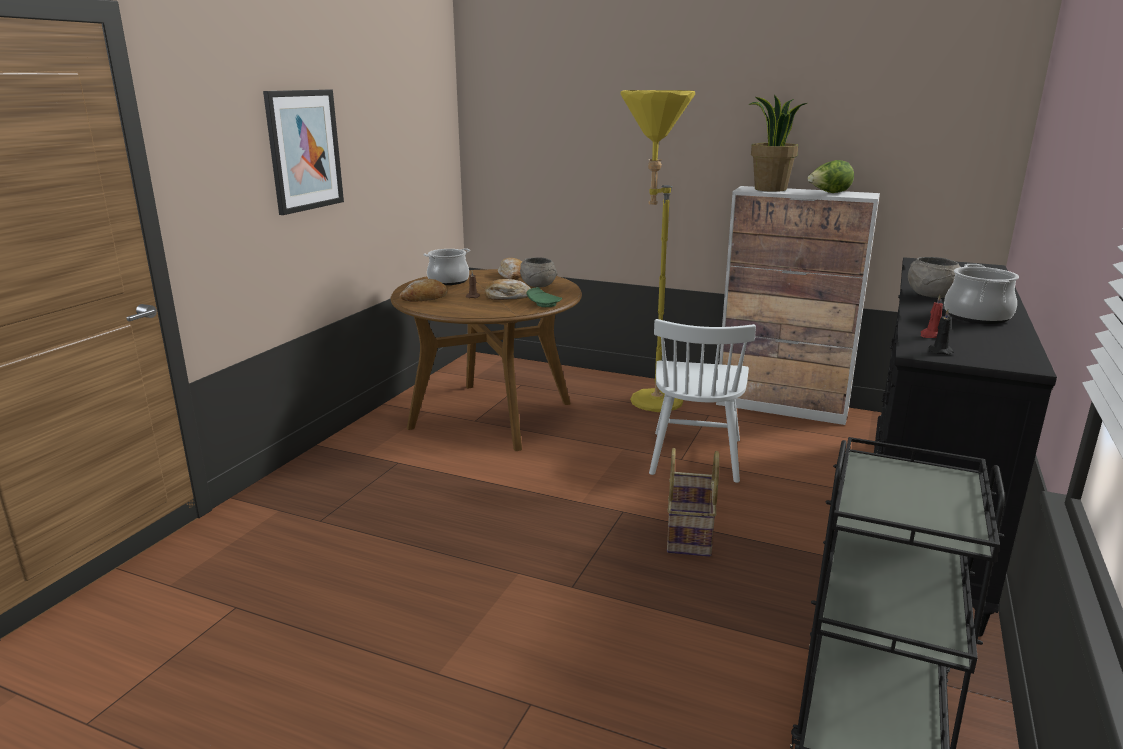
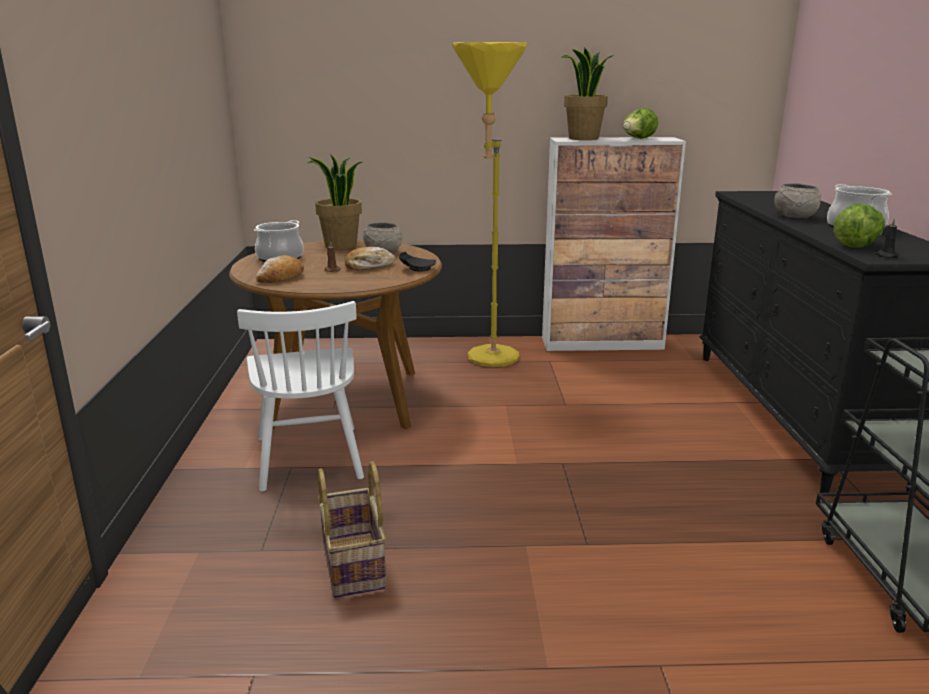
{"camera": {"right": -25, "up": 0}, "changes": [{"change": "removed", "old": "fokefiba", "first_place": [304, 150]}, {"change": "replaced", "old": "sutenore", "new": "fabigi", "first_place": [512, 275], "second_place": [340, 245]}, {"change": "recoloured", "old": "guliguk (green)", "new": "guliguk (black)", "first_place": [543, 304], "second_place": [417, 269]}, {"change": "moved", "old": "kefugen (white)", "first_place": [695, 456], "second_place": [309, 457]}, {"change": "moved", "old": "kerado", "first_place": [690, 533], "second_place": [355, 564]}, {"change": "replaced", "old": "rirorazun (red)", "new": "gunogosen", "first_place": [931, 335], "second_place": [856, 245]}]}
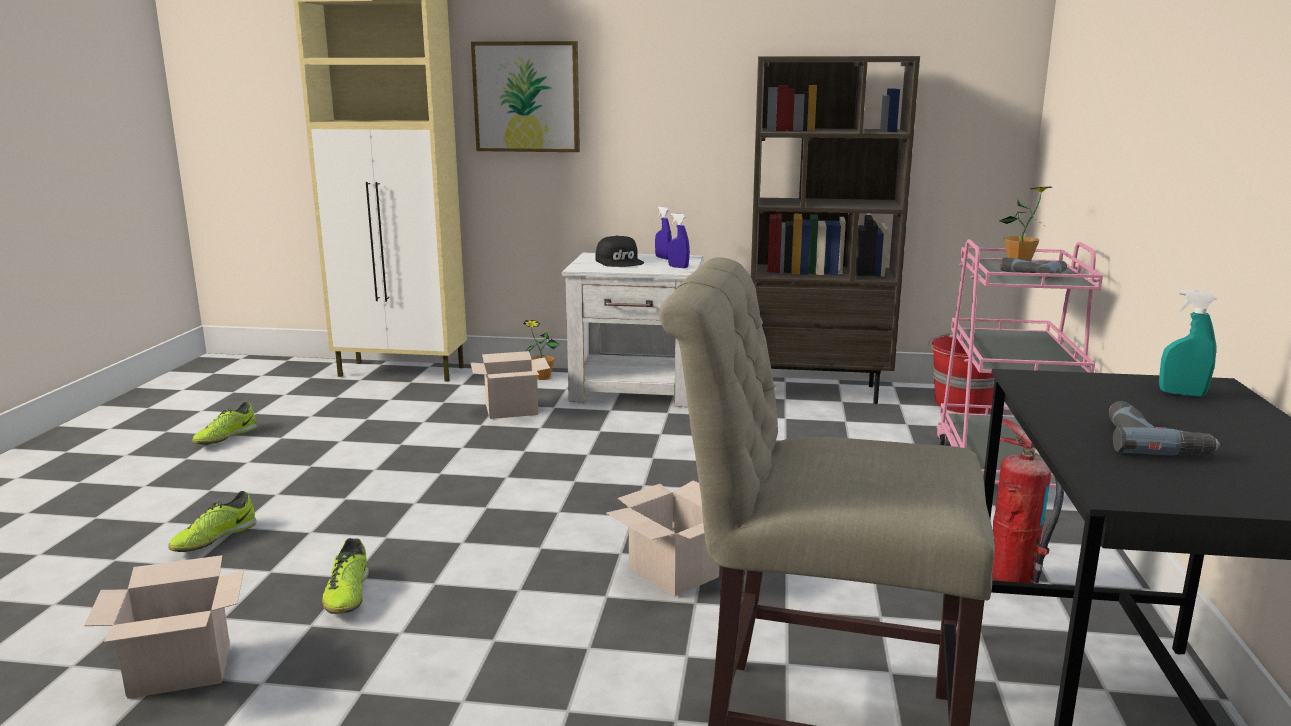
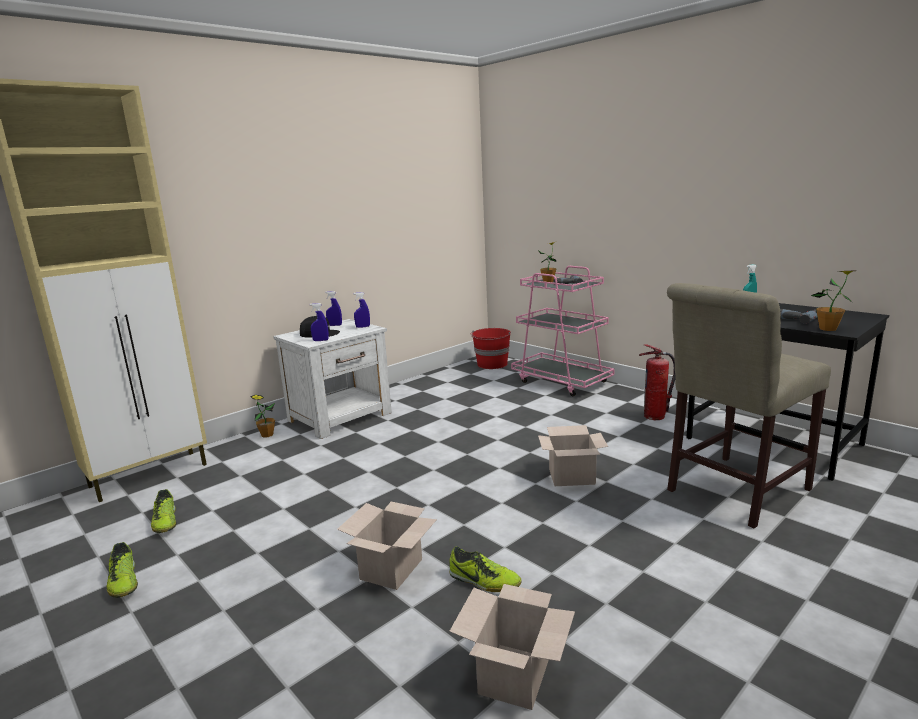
{"camera": {"right": -50, "up": 0}, "changes": [{"change": "moved", "old": "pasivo", "first_place": [214, 539], "second_place": [165, 522]}, {"change": "moved", "old": "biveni", "first_place": [510, 410], "second_place": [391, 570]}, {"change": "removed", "old": "fokefiba", "first_place": [526, 97]}, {"change": "removed", "old": "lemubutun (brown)", "first_place": [818, 391]}, {"change": "added", "new": "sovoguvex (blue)", "second_place": [320, 340]}, {"change": "added", "new": "fabigi", "second_place": [828, 329]}]}
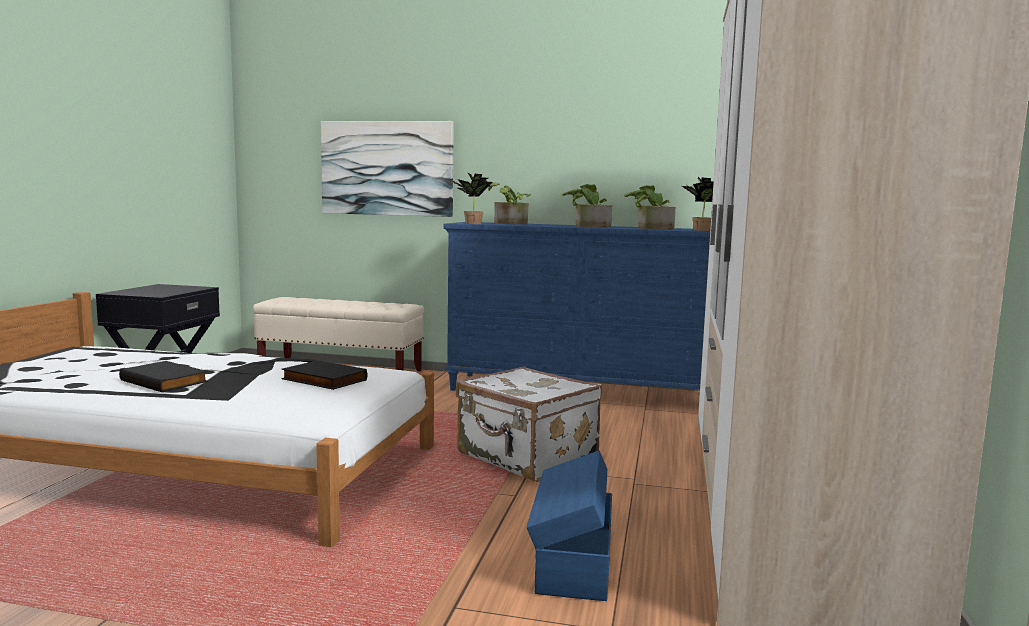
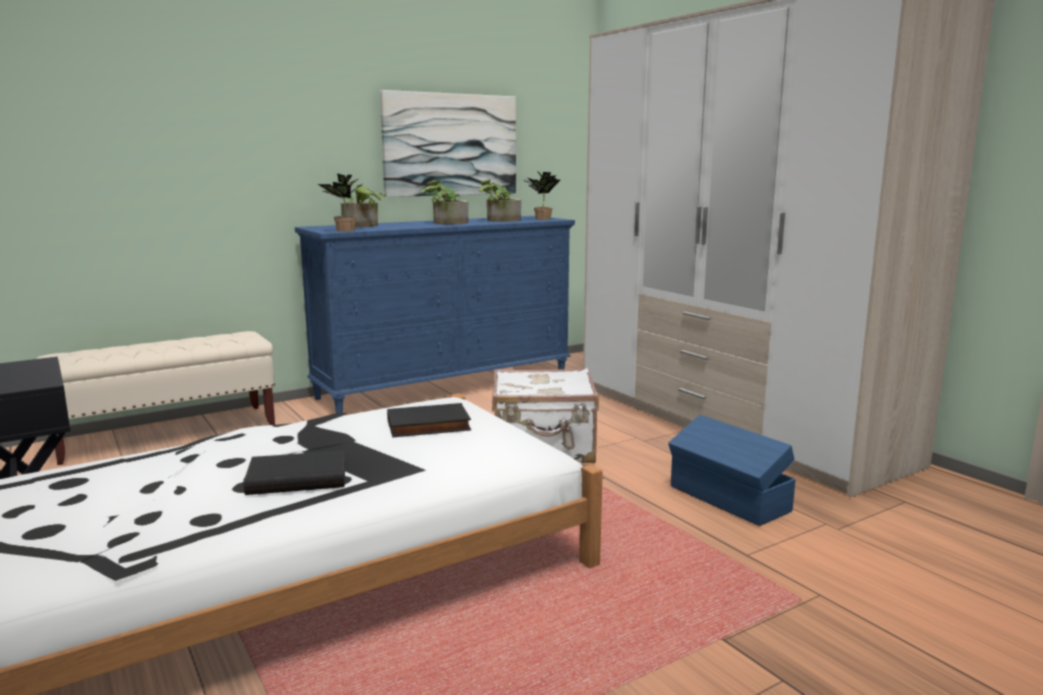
{"camera": {"right": -45, "up": 5}, "changes": [{"change": "moved", "old": "fokefiba", "first_place": [387, 168], "second_place": [450, 145]}]}
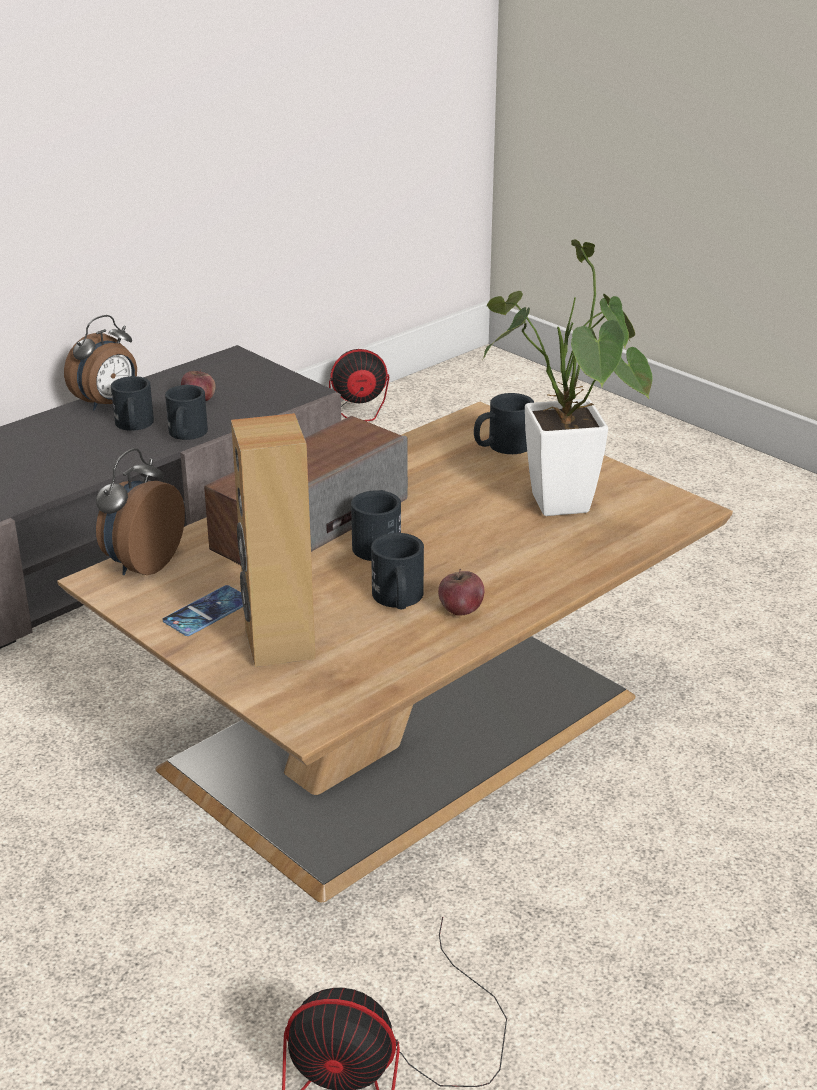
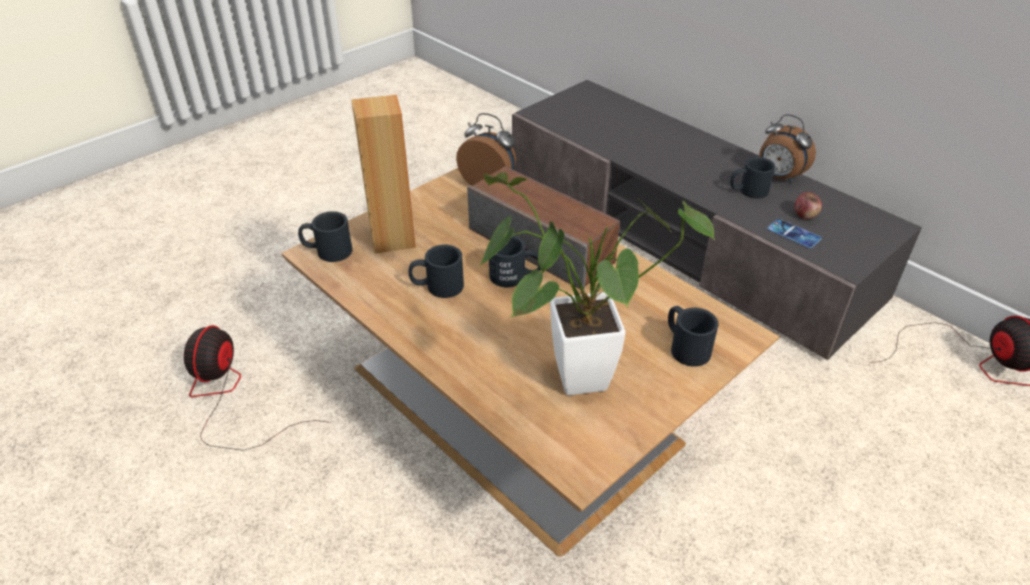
{"camera": {"right": 90, "up": 10}, "changes": [{"change": "moved", "old": "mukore", "first_place": [207, 611], "second_place": [793, 234]}, {"change": "moved", "old": "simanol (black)", "first_place": [186, 435], "second_place": [327, 251]}, {"change": "removed", "old": "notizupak", "first_place": [460, 610]}]}
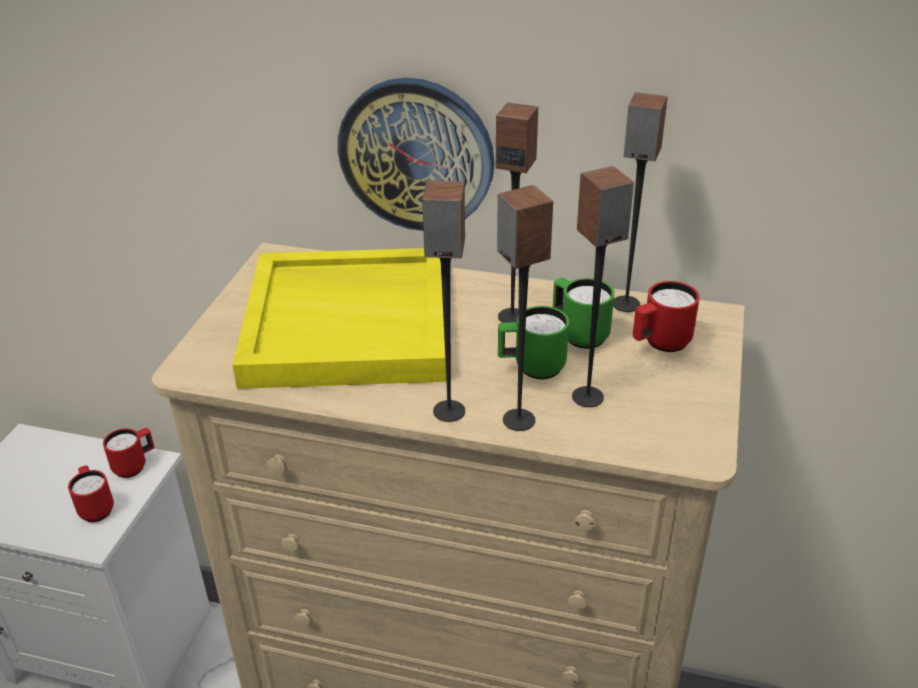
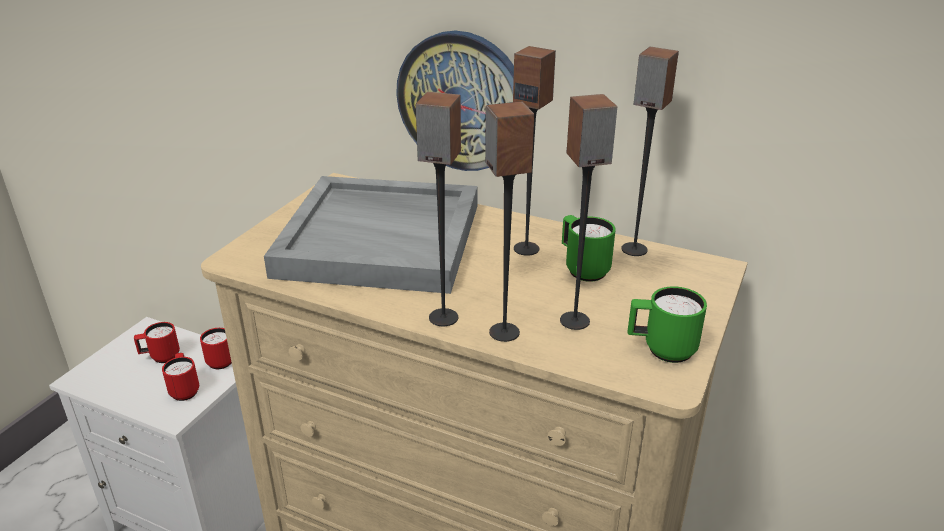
{"camera": {"right": 10, "up": -5}, "changes": [{"change": "recoloured", "old": "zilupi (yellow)", "new": "zilupi (grey)", "first_place": [350, 322], "second_place": [382, 238]}, {"change": "moved", "old": "simanol (green)", "first_place": [531, 368], "second_place": [661, 350]}, {"change": "moved", "old": "simanol (red)", "first_place": [660, 344], "second_place": [160, 357]}]}
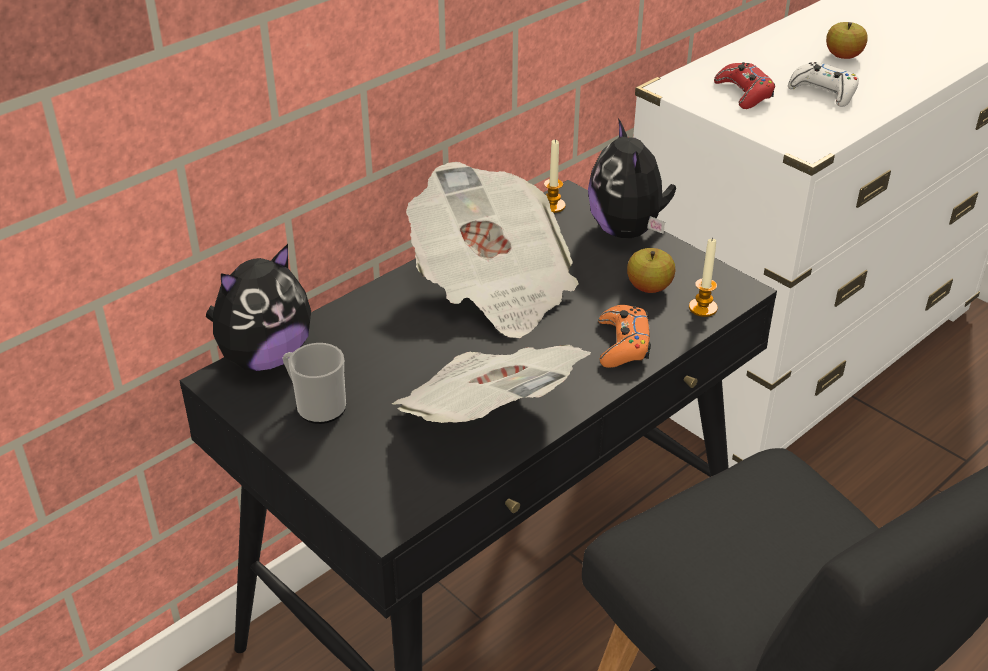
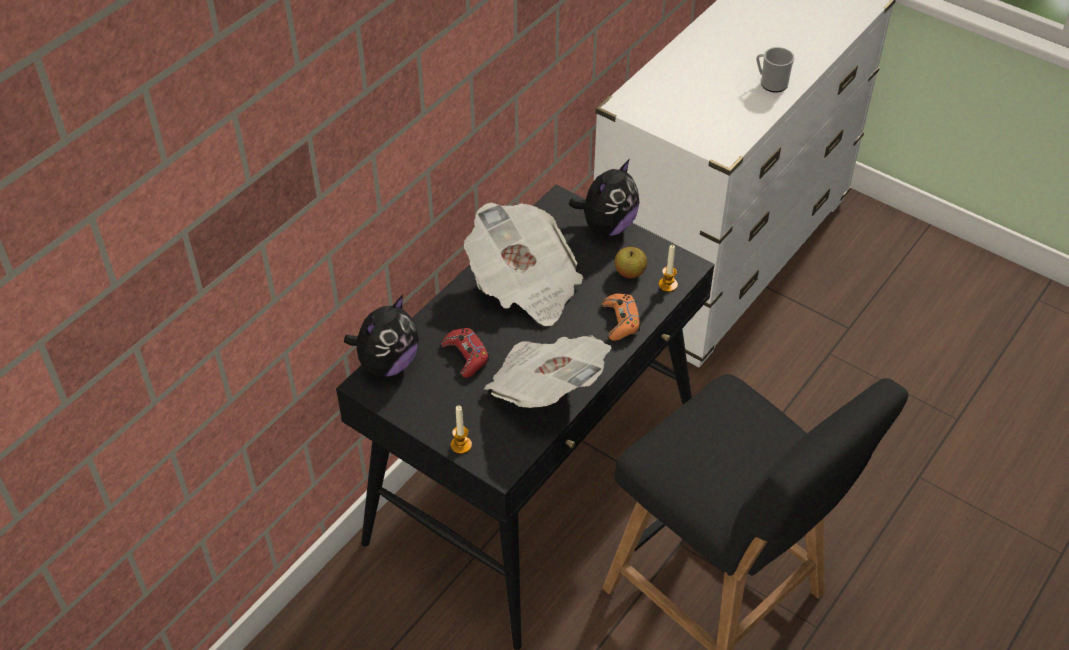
{"camera": {"right": -10, "up": 10}, "changes": [{"change": "moved", "old": "simanol", "first_place": [316, 406], "second_place": [771, 83]}, {"change": "moved", "old": "rirorazun", "first_place": [552, 206], "second_place": [461, 445]}, {"change": "turned", "old": "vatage", "first_place": [628, 231], "second_place": [607, 226], "degrees": -120}, {"change": "moved", "old": "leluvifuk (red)", "first_place": [744, 93], "second_place": [466, 356]}, {"change": "removed", "old": "leluvifuk (white)", "first_place": [823, 92]}, {"change": "removed", "old": "notizupak", "first_place": [843, 56]}]}
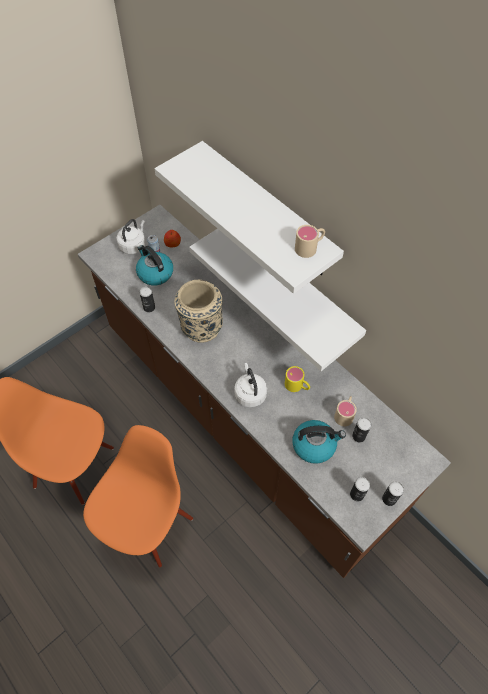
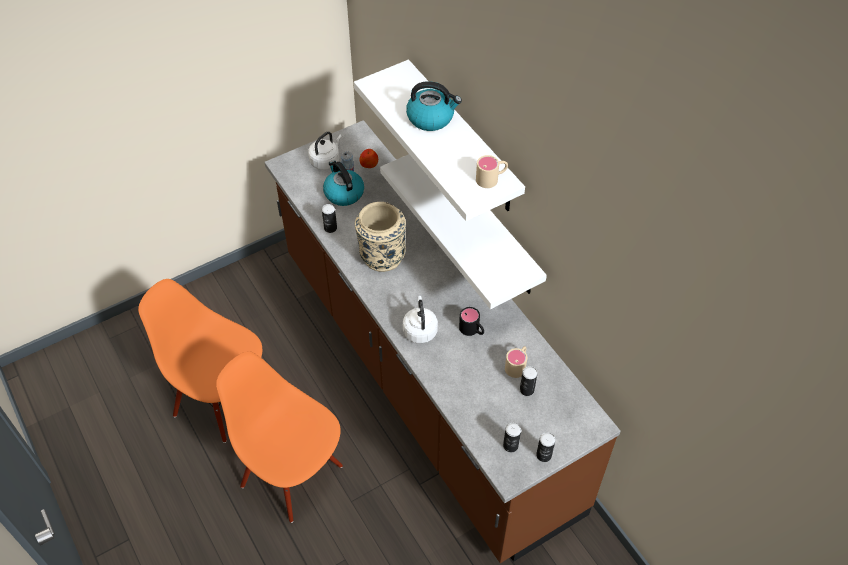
{"camera": {"right": 10, "up": -5}, "changes": [{"change": "turned", "old": "kefugen (orange)", "first_place": [148, 524], "second_place": [292, 474], "degrees": -90}, {"change": "recoloured", "old": "simanol (yellow)", "new": "simanol (black)", "first_place": [297, 386], "second_place": [472, 330]}, {"change": "moved", "old": "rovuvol", "first_place": [314, 445], "second_place": [431, 117]}]}
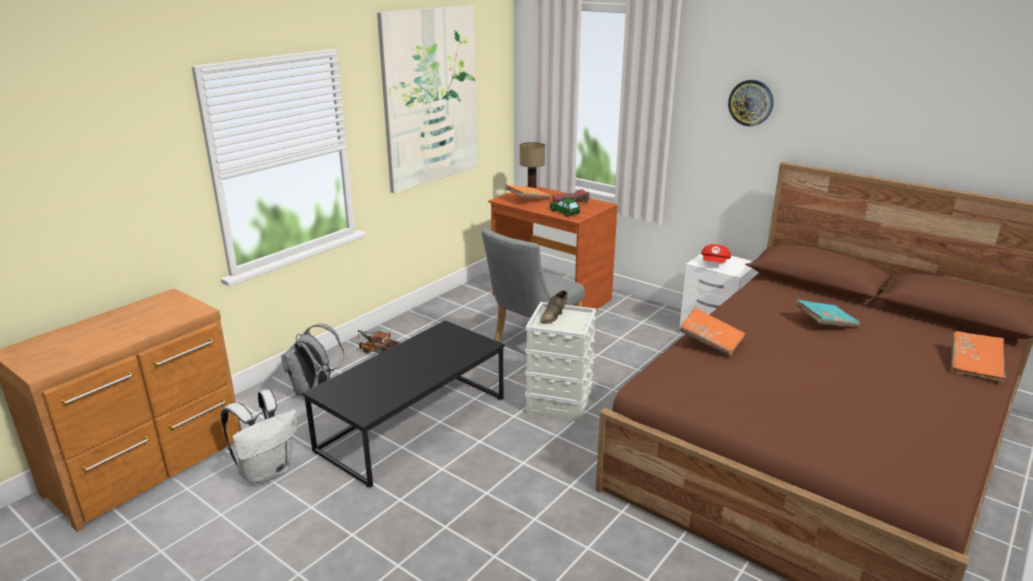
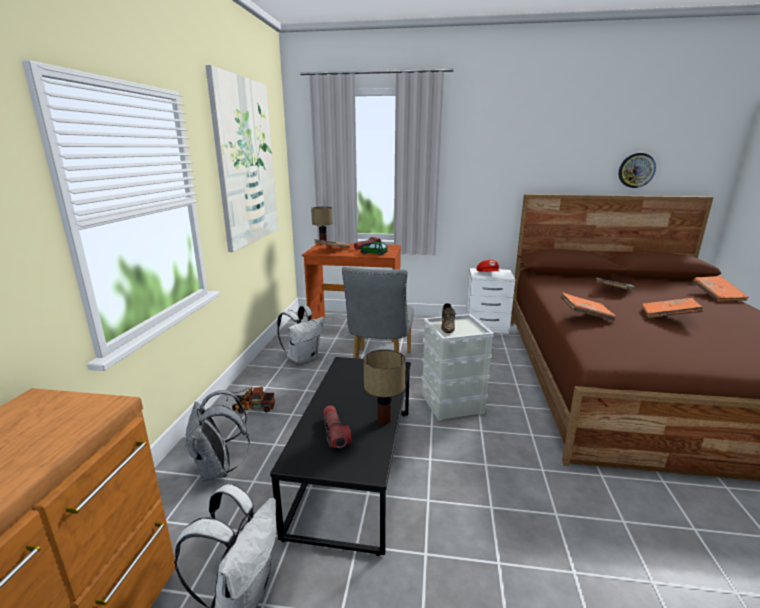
{"camera": {"right": -30, "up": -5}, "changes": [{"change": "moved", "old": "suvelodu", "first_place": [751, 102], "second_place": [636, 170]}, {"change": "added", "new": "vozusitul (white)", "second_place": [303, 358]}, {"change": "added", "new": "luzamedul", "second_place": [335, 433]}, {"change": "added", "new": "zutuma", "second_place": [384, 420]}, {"change": "added", "new": "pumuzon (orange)", "second_place": [668, 316]}]}
